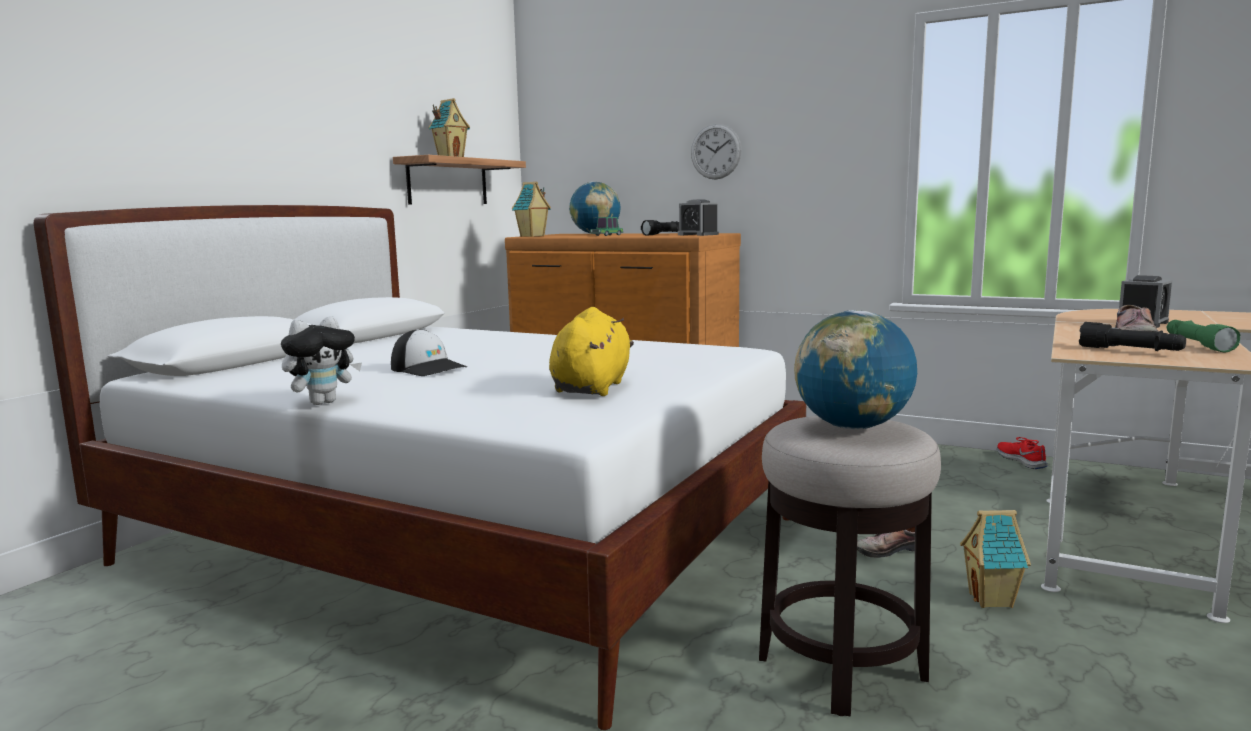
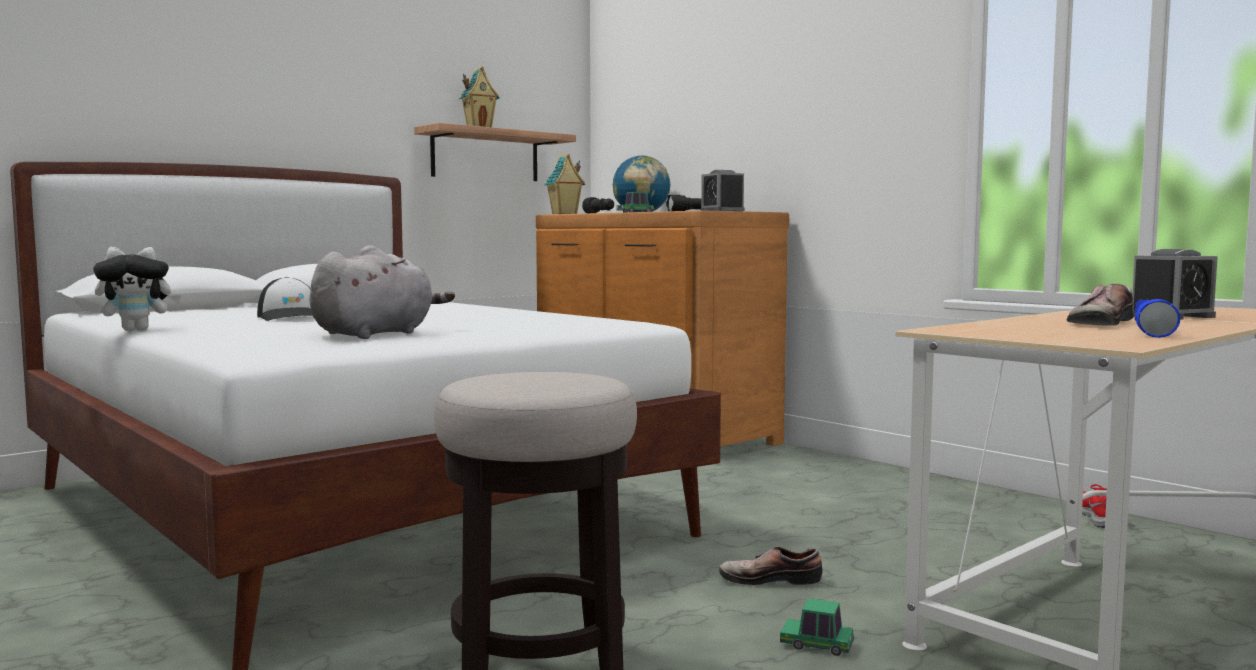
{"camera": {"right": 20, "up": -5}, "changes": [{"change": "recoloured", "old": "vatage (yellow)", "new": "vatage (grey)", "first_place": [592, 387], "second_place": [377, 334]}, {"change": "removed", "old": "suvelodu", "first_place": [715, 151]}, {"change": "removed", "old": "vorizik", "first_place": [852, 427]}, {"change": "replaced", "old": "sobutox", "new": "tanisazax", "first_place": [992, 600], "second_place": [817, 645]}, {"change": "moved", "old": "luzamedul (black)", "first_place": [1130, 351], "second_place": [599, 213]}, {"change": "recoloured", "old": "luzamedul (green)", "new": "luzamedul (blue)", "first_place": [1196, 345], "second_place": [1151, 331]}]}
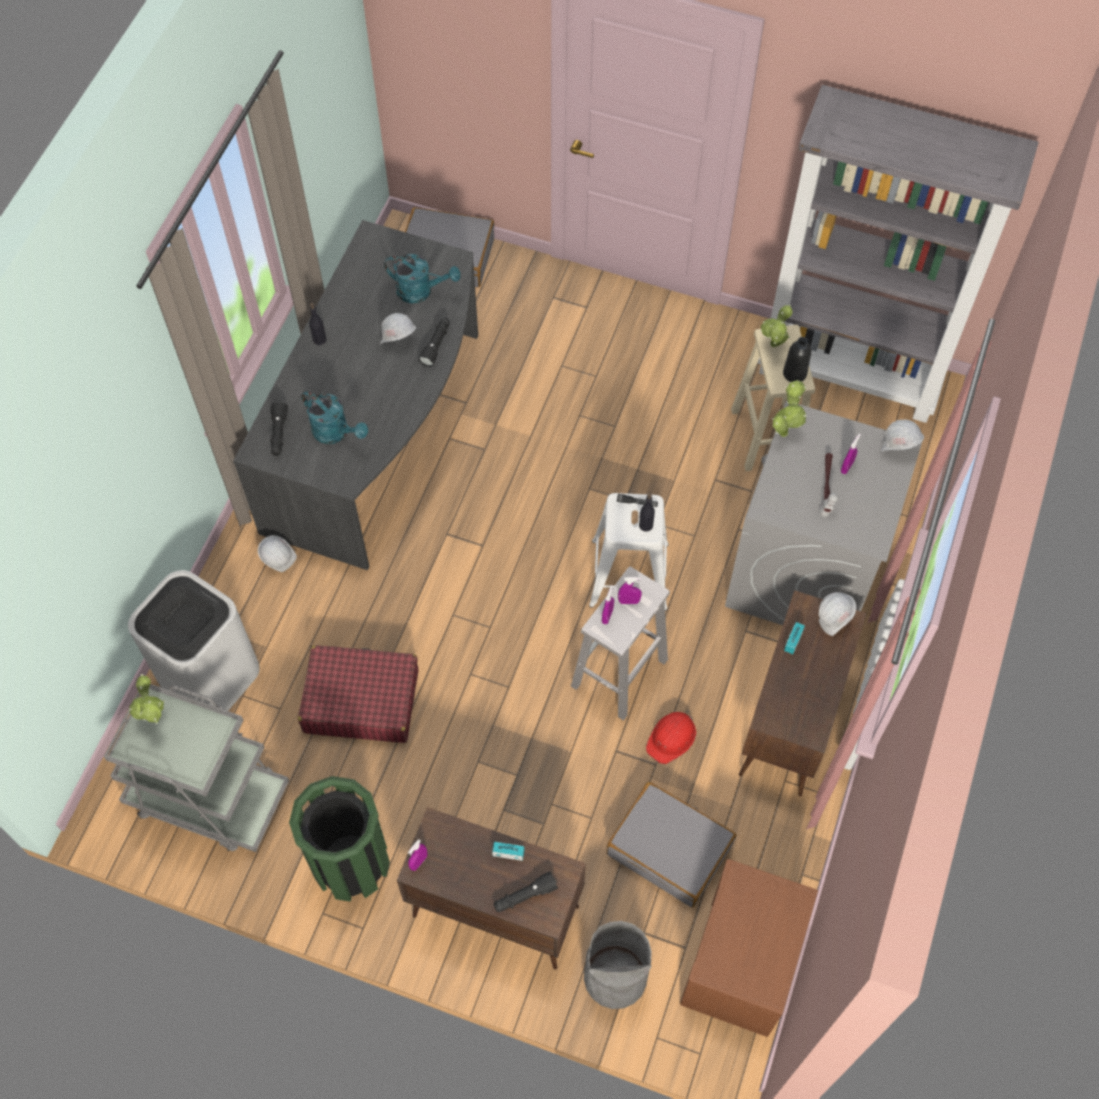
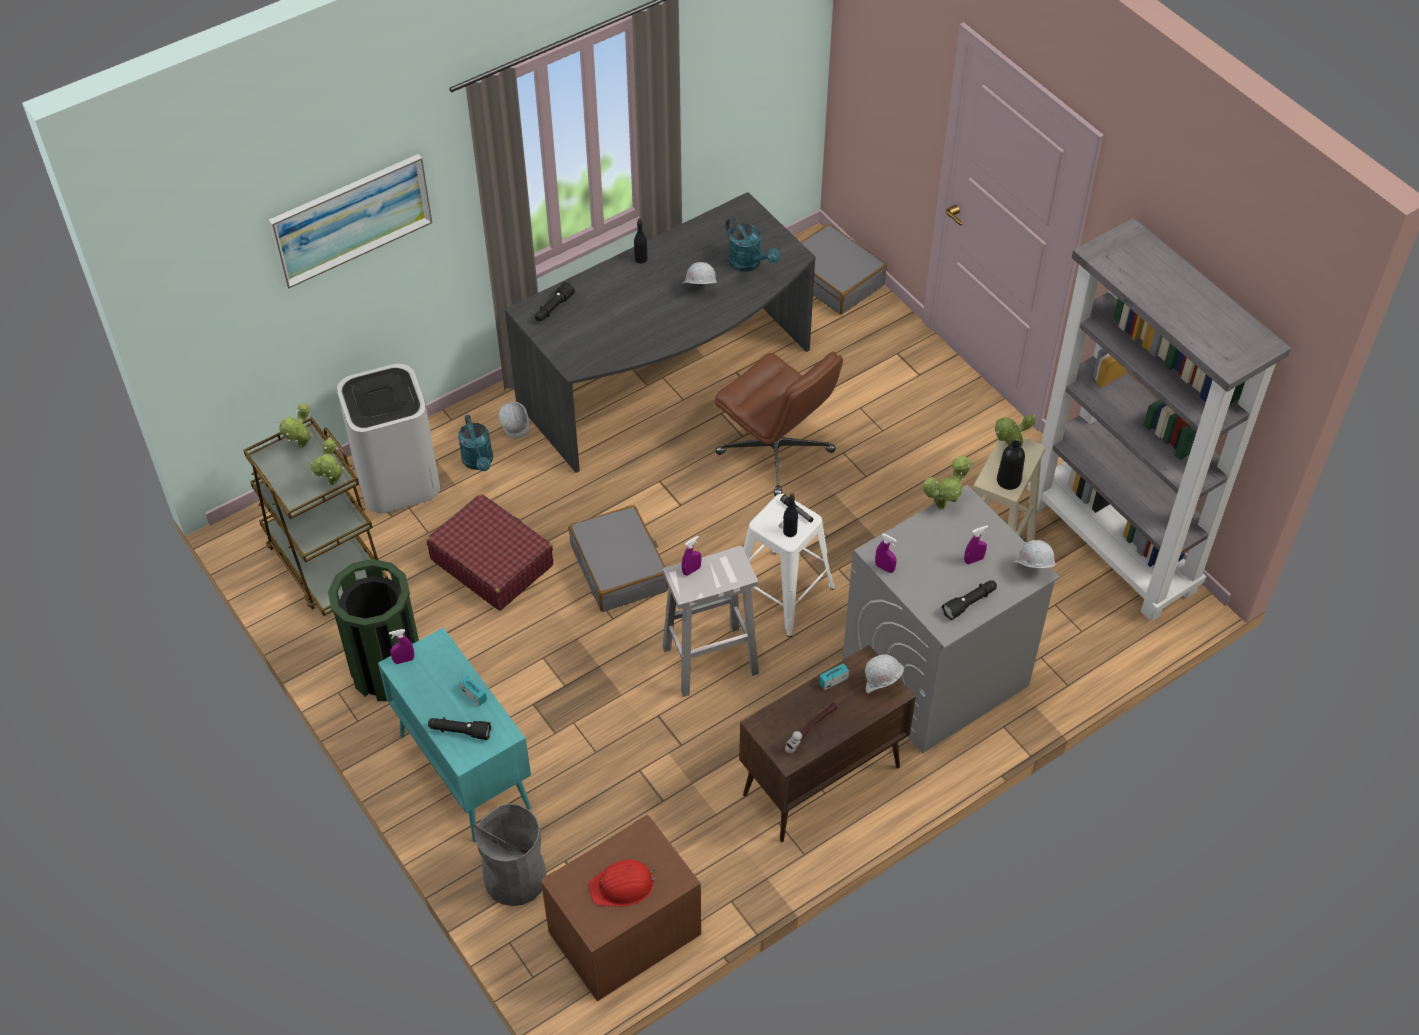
{"camera": {"right": 35, "up": -10}, "changes": [{"change": "recoloured", "old": "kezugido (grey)", "new": "kezugido (brown)", "first_place": [208, 797], "second_place": [326, 562]}, {"change": "moved", "old": "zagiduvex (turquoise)", "first_place": [335, 432], "second_place": [479, 462]}, {"change": "recoloured", "old": "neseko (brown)", "new": "neseko (turquoise)", "first_place": [494, 911], "second_place": [463, 770]}, {"change": "moved", "old": "luzamedul (black)", "first_place": [436, 345], "second_place": [970, 603]}, {"change": "moved", "old": "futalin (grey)", "first_place": [670, 849], "second_place": [619, 568]}, {"change": "moved", "old": "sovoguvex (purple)", "first_place": [629, 601], "second_place": [884, 568]}, {"change": "moved", "old": "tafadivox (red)", "first_place": [672, 738], "second_place": [623, 886]}, {"change": "moved", "old": "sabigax", "first_place": [827, 488], "second_place": [811, 731]}, {"change": "added", "new": "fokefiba", "second_place": [351, 219]}, {"change": "added", "new": "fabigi", "second_place": [333, 484]}, {"change": "added", "new": "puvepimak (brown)", "second_place": [776, 453]}]}
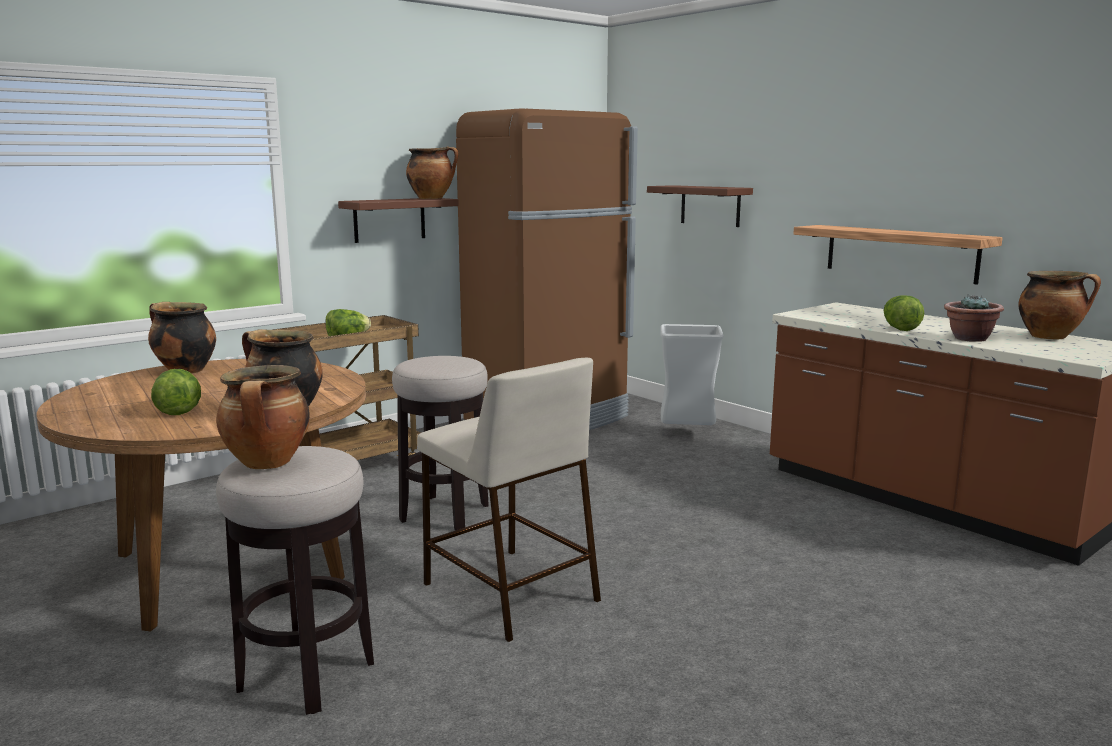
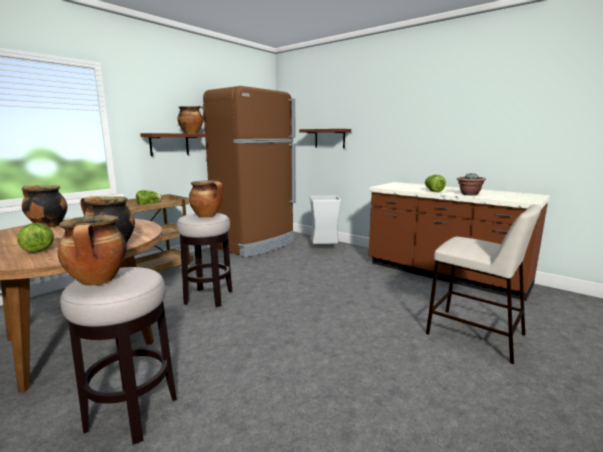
{"camera": {"right": -10, "up": 0}, "changes": [{"change": "moved", "old": "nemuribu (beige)", "first_place": [508, 591], "second_place": [473, 333]}, {"change": "removed", "old": "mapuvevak", "first_place": [900, 253]}, {"change": "moved", "old": "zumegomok", "first_place": [1050, 337], "second_place": [208, 216]}]}
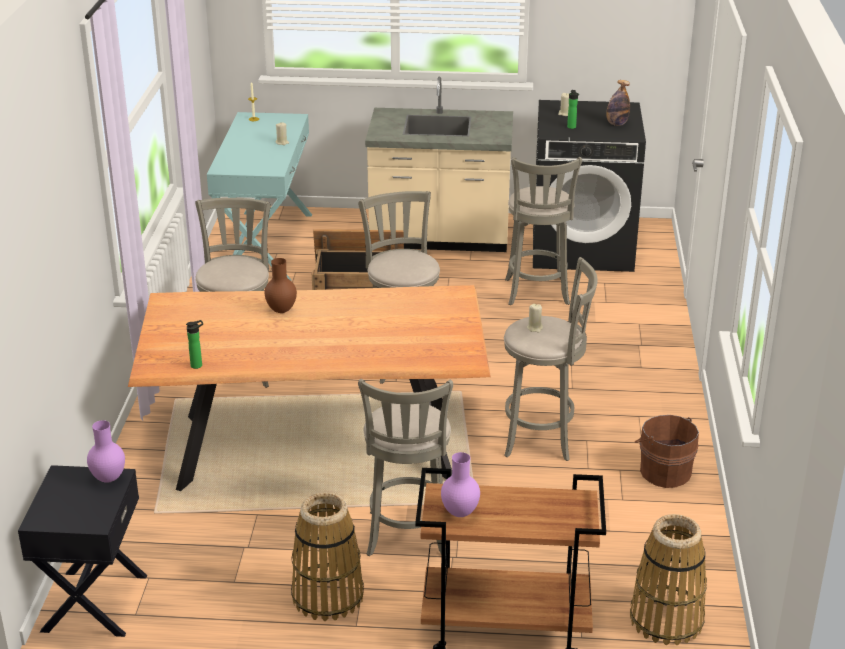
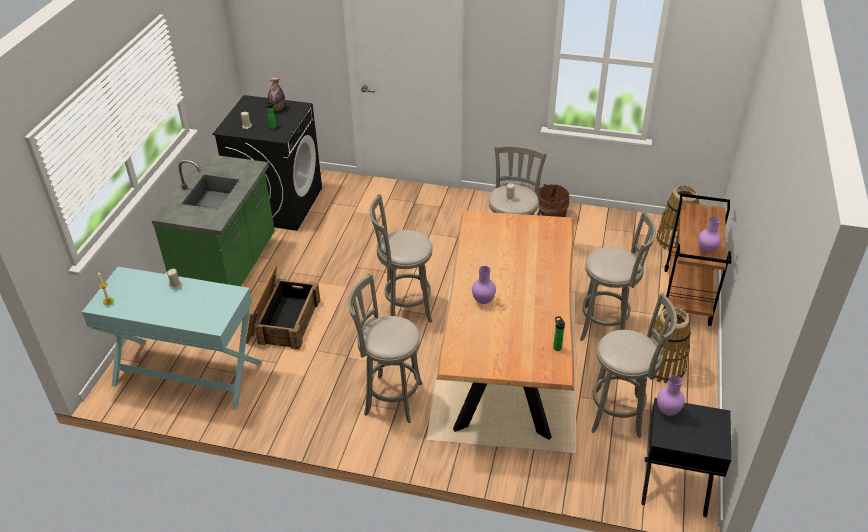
{"camera": {"right": -80, "up": 10}, "changes": [{"change": "recoloured", "old": "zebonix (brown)", "new": "zebonix (purple)", "first_place": [282, 310], "second_place": [483, 300]}, {"change": "recoloured", "old": "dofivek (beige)", "new": "dofivek (green)", "first_place": [440, 239], "second_place": [229, 269]}, {"change": "moved", "old": "nemuribu (grey)", "first_place": [537, 294], "second_place": [620, 414]}]}
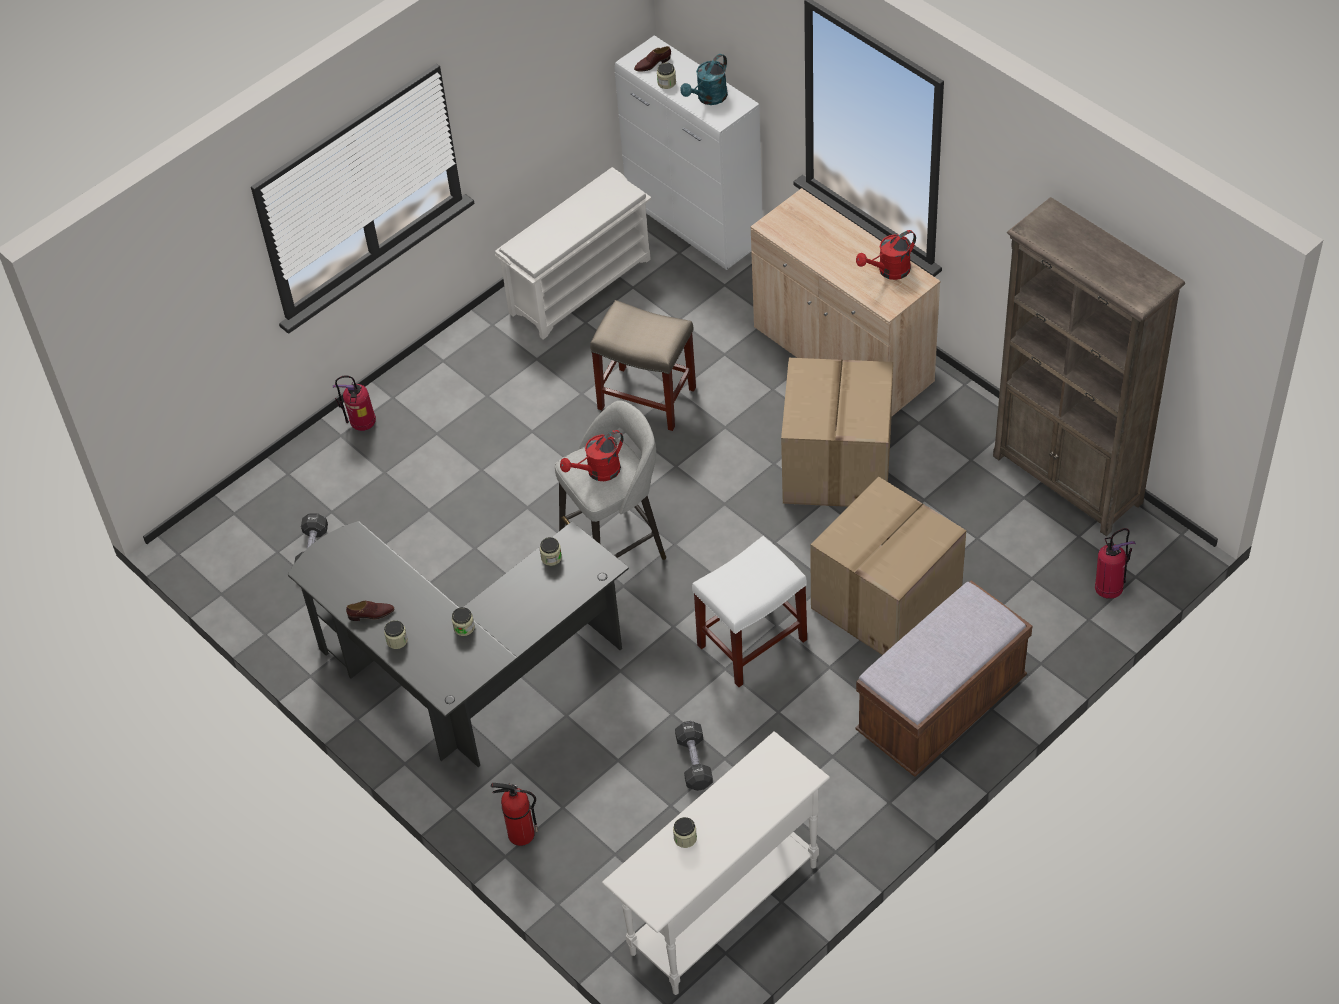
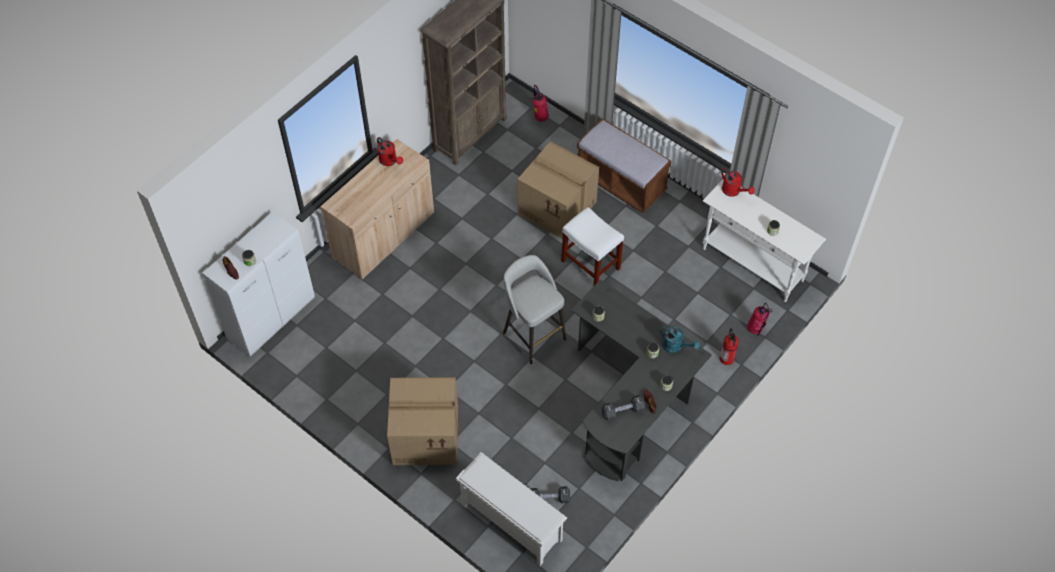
{"camera": {"right": -100, "up": 5}, "changes": [{"change": "moved", "old": "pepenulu", "first_place": [362, 425], "second_place": [756, 329]}, {"change": "moved", "old": "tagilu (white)", "first_place": [580, 285], "second_place": [510, 522]}, {"change": "moved", "old": "zagiduvex (red)", "first_place": [598, 472], "second_place": [733, 191]}, {"change": "removed", "old": "nemuribu (beige)", "first_place": [648, 398]}, {"change": "moved", "old": "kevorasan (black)", "first_place": [694, 762], "second_place": [622, 411]}, {"change": "moved", "old": "zagiduvex (turquoise)", "first_place": [708, 98], "second_place": [675, 347]}, {"change": "moved", "old": "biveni", "first_place": [839, 467], "second_place": [427, 435]}]}
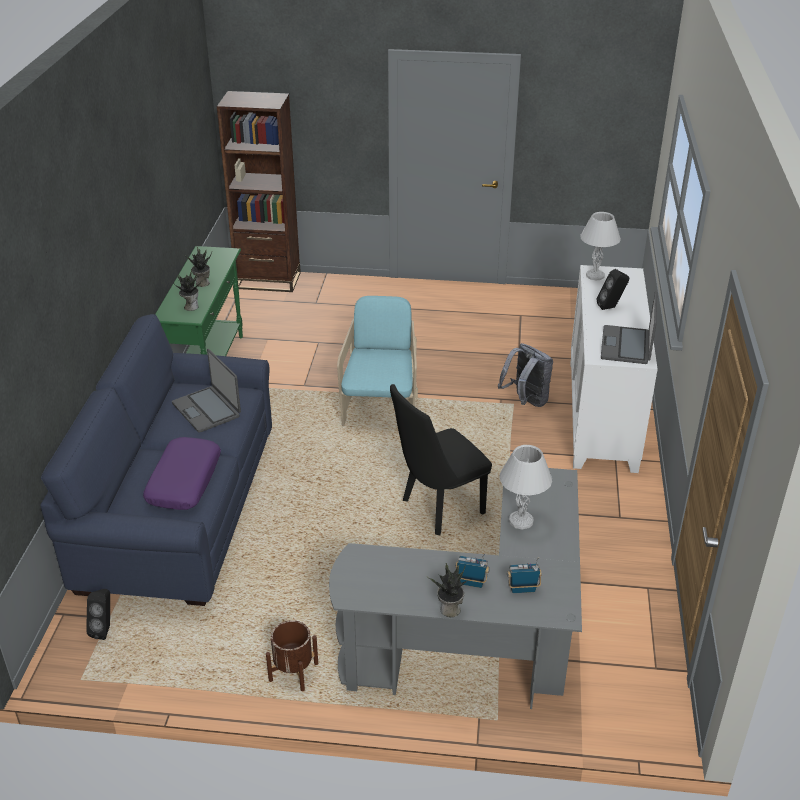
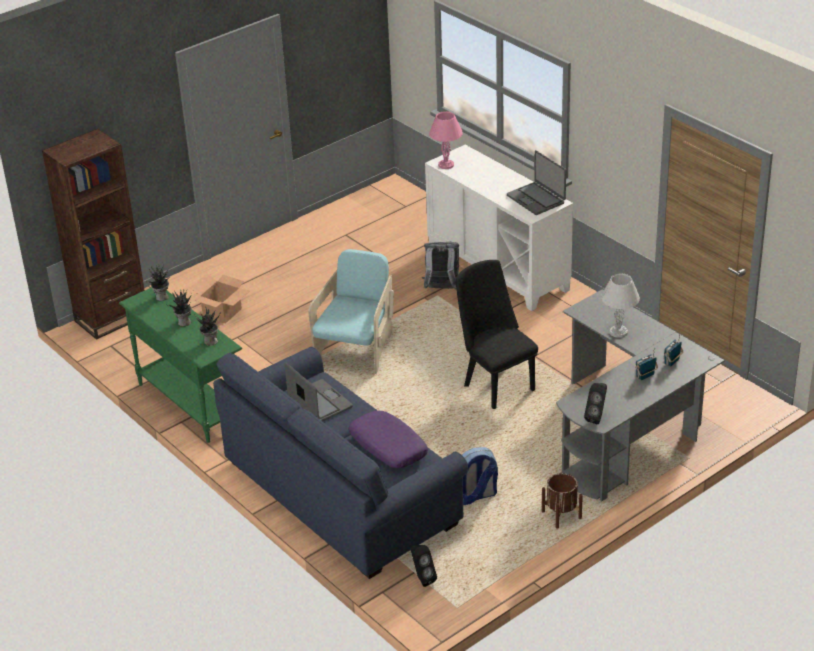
{"camera": {"right": -45, "up": 0}, "changes": [{"change": "turned", "old": "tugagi", "first_place": [207, 410], "second_place": [319, 402], "degrees": -135}, {"change": "turned", "old": "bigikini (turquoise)", "first_place": [380, 406], "second_place": [356, 350], "degrees": 60}, {"change": "turned", "old": "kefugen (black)", "first_place": [437, 510], "second_place": [495, 384], "degrees": 135}, {"change": "moved", "old": "fabigi", "first_place": [449, 610], "second_place": [161, 297]}, {"change": "recoloured", "old": "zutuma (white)", "new": "zutuma (pink)", "first_place": [595, 276], "second_place": [446, 165]}, {"change": "moved", "old": "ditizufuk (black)", "first_place": [611, 307], "second_place": [597, 417]}, {"change": "added", "new": "biveni", "second_place": [222, 312]}, {"change": "added", "new": "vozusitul", "second_place": [476, 496]}]}
